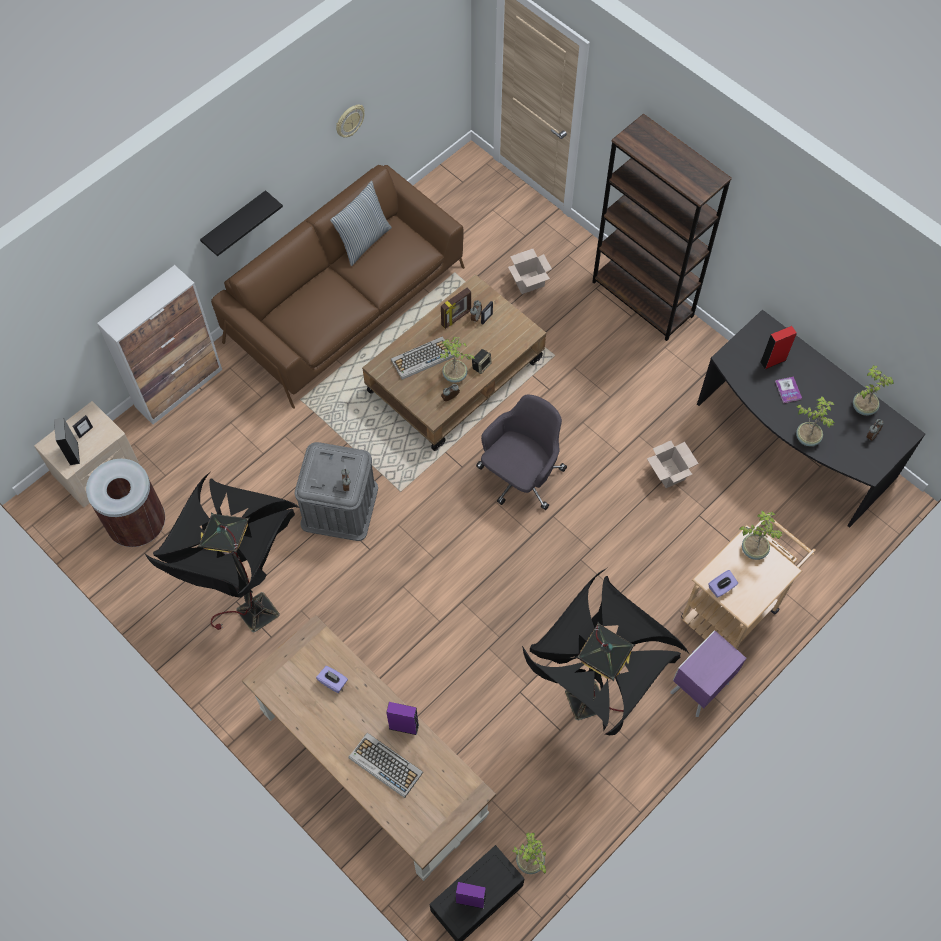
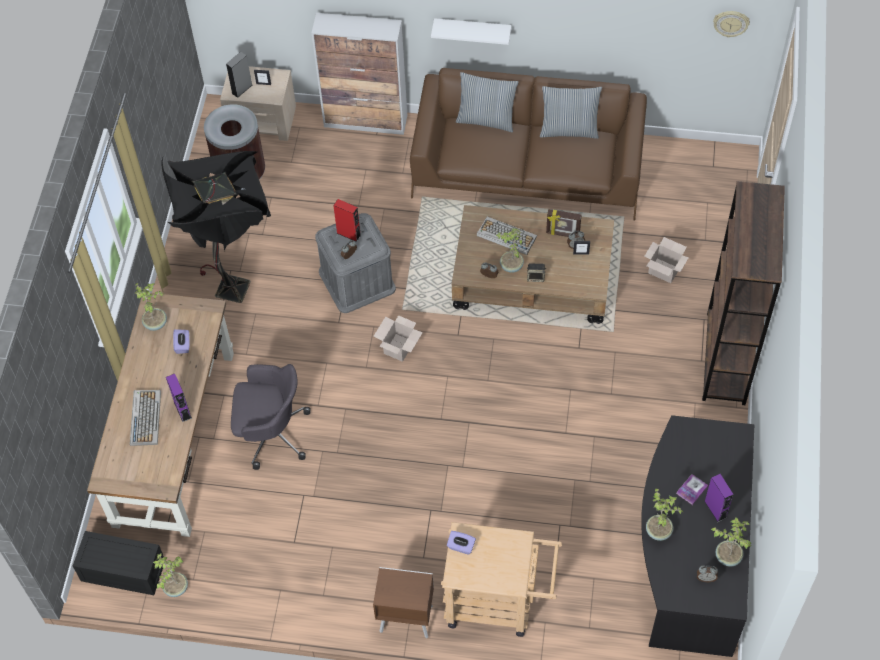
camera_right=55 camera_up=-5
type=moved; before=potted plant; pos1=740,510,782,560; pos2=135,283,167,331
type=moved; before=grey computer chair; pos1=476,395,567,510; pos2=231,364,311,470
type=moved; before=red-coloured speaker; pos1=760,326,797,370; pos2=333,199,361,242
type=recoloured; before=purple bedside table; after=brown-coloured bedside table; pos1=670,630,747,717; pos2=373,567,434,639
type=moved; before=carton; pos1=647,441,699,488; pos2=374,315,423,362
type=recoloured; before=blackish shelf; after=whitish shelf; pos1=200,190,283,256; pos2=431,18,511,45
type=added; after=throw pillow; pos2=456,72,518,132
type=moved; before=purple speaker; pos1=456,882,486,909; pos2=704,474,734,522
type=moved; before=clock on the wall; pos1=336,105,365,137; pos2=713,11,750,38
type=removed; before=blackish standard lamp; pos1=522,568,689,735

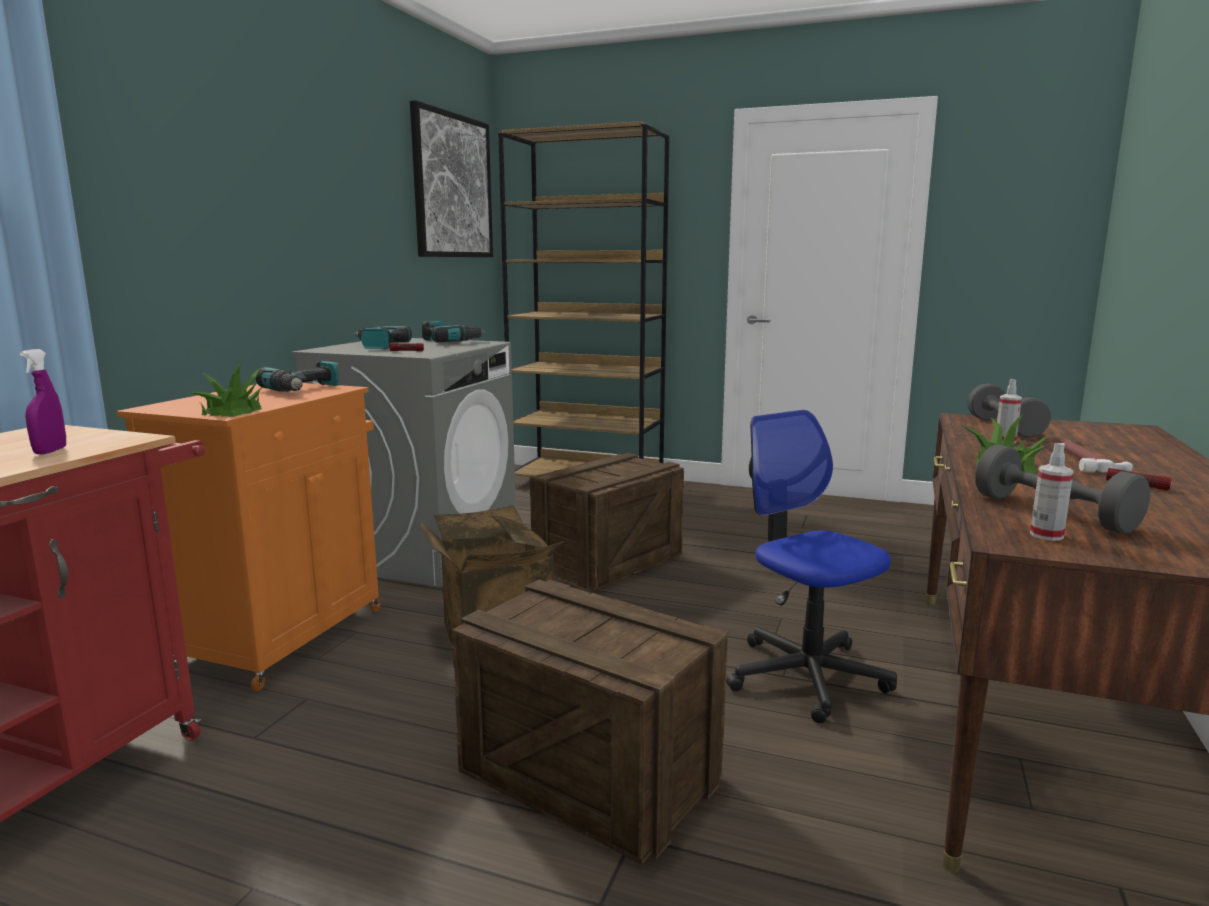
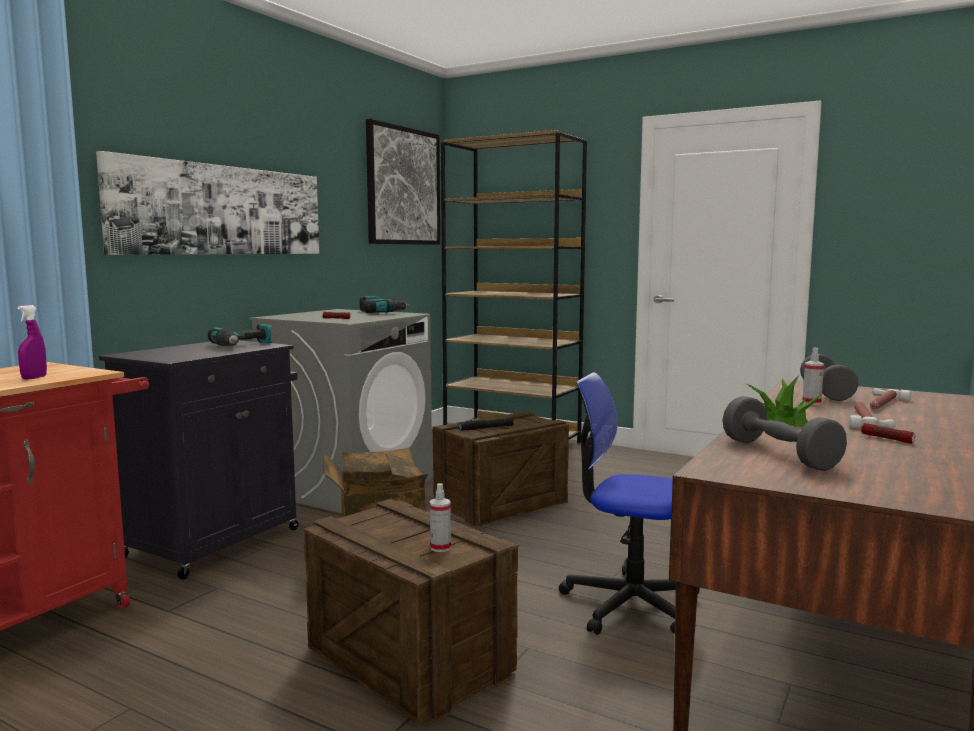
camera_right=10 camera_up=-5
type=added; after=picture; pos2=96,151,319,255
type=recoloured; before=orange cupboard; after=blackish cupboard; pos1=116,383,381,691; pos2=99,340,298,579
type=moved; before=hand sprayer; pos1=1030,443,1074,541; pos2=430,483,451,552
type=added; after=blackish torch; pos2=459,418,514,431
type=turned; before=computer chair; pos1=726,410,897,723; pos2=559,372,700,635; turn=-45
type=added; after=hand hammer; pos2=870,388,912,409
type=removed; before=potted plant; pos1=192,363,262,417
type=removed; before=electric drill; pos1=353,326,412,349

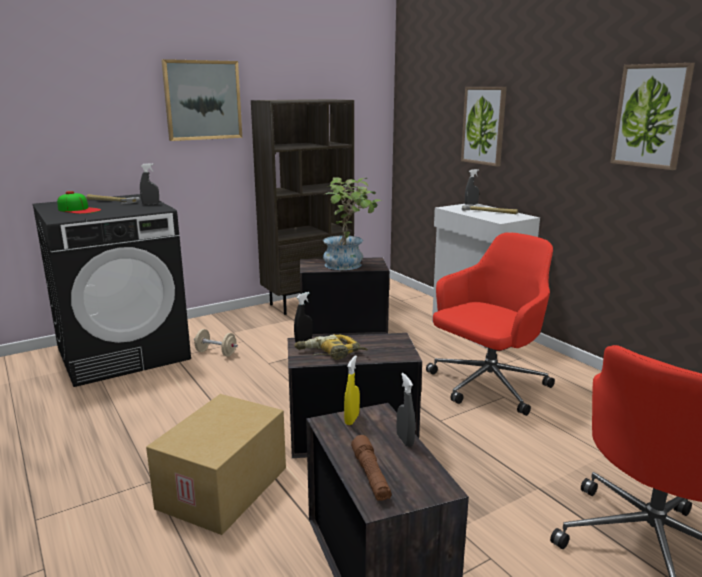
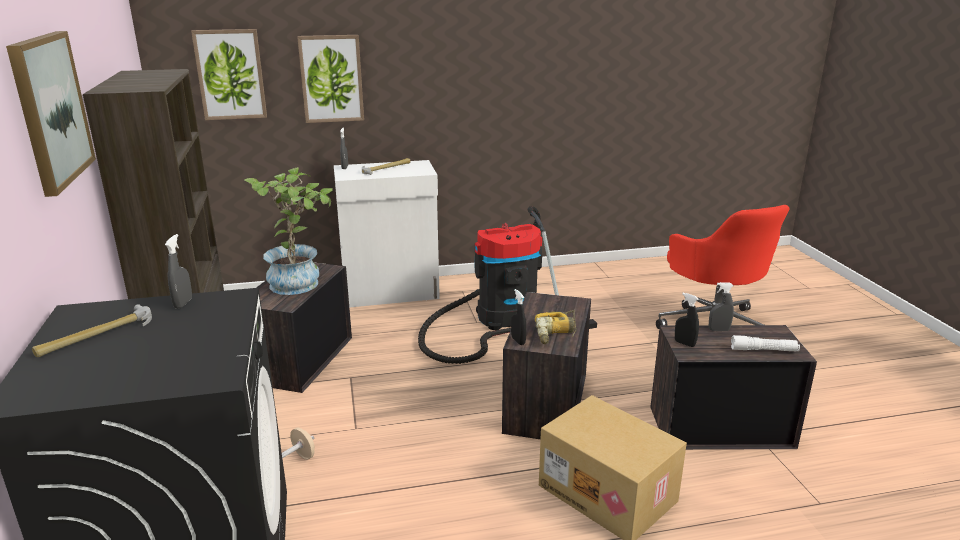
camera_right=-70 camera_up=5
type=moved; before=picture; pos1=610,63,695,170; pos2=191,29,267,120
type=replaced; before=red-coloured computer chair; after=vacuum cleaner; pos1=426,233,555,416; pos2=418,206,597,364
type=recoloured; before=yellow-coloured hand sprayer; after=blackish hand sprayer; pos1=344,355,360,425; pos2=675,293,699,347
type=recoloured; before=brown-coloured torch; after=whitish torch; pos1=351,435,392,501; pos2=731,335,800,351
type=removed; before=cap; pos1=57,191,101,214

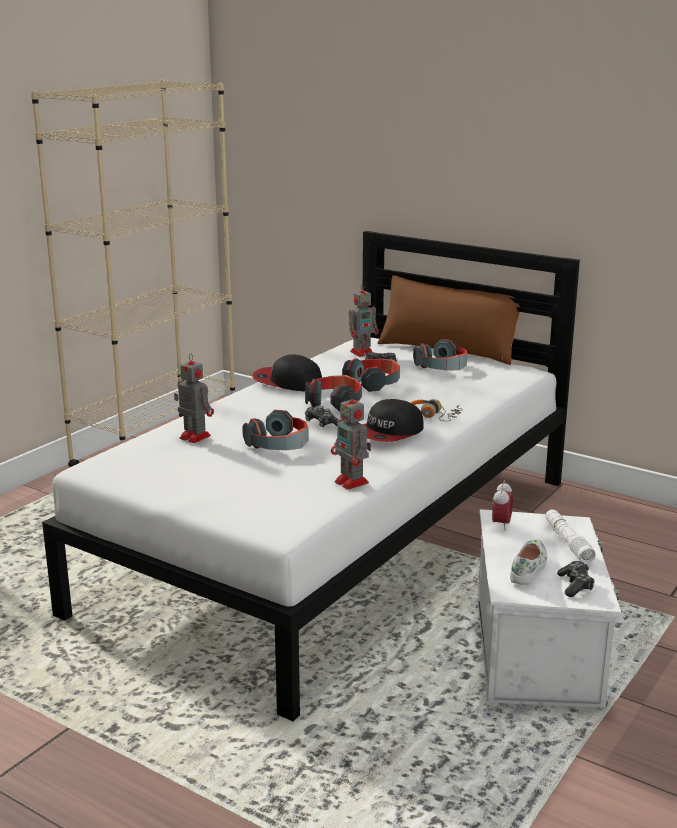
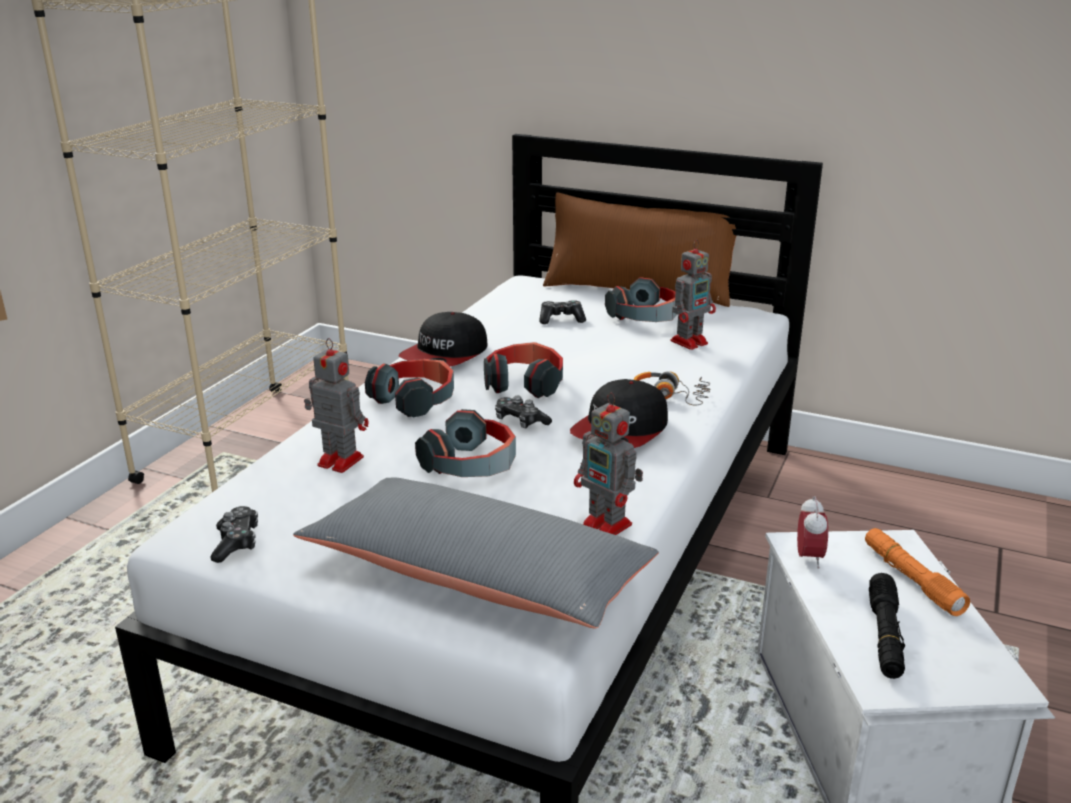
camera_right=-10 camera_up=5
type=moved; before=gamepad; pos1=557,561,595,597; pos2=210,506,258,563
type=added; after=grey throw pillow; pos2=293,477,659,629
type=moved; before=headphones; pos1=342,358,400,392; pos2=365,359,454,417
type=turned; before=cap; pos1=252,354,322,392; pos2=399,312,487,367; turn=-75
type=moved; before=toy robot; pos1=349,284,378,357; pos2=670,239,716,350
type=recoloured; before=whitish torch; after=orange torch; pos1=545,509,596,563; pos2=865,528,970,616
type=replaced; before=whitish shoe; after=blackish torch; pos1=510,539,547,585; pos2=869,573,906,679

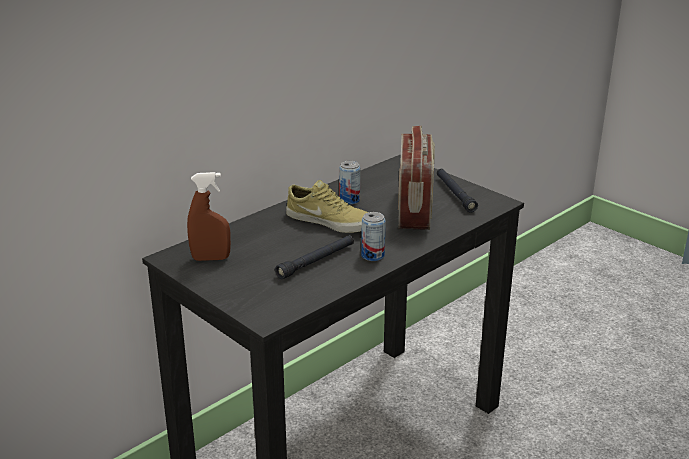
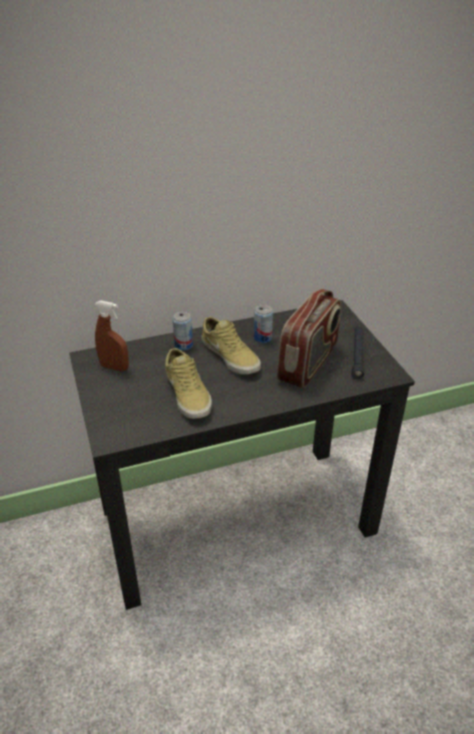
camera_right=25 camera_up=10
type=replaced; before=blackish torch; after=beige-coloured shoe; pos1=275,235,354,279; pos2=165,348,212,419
type=moved; before=metal can; pos1=361,212,386,261; pos2=173,312,193,350

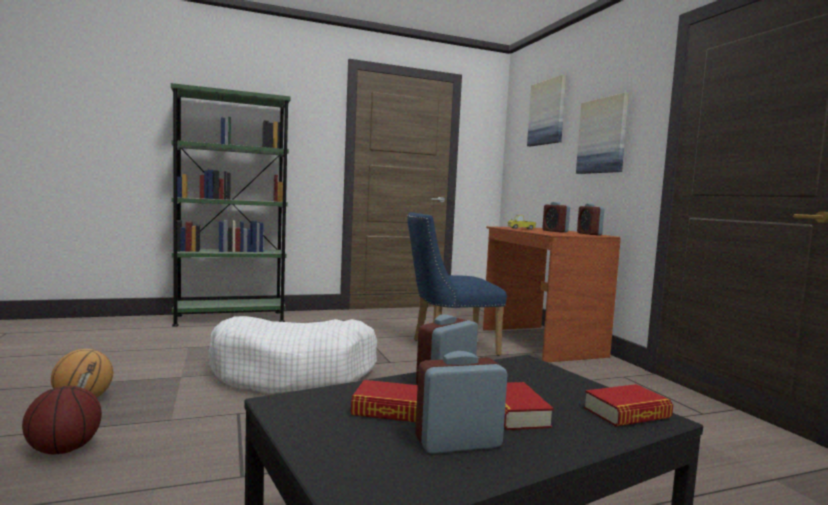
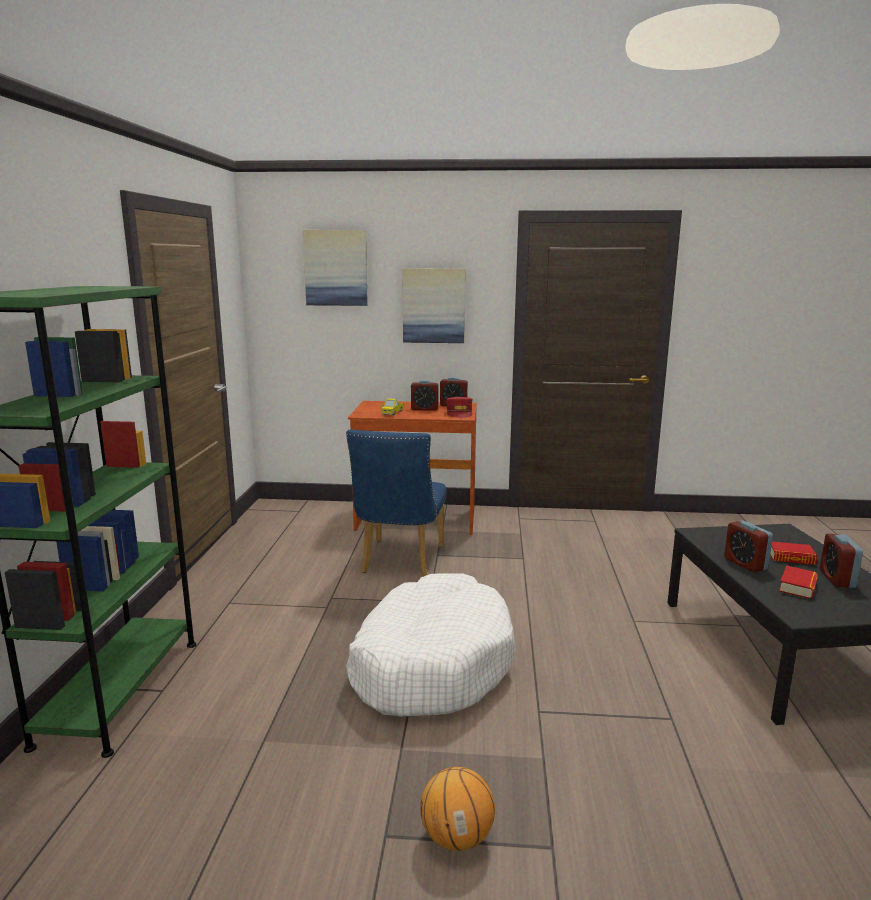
camera_right=-65 camera_up=10
type=added; after=red-coloured cap; pos2=446,397,473,418
type=removed; before=ball for basketball; pos1=22,386,102,454
type=removed; before=book; pos1=584,384,673,426

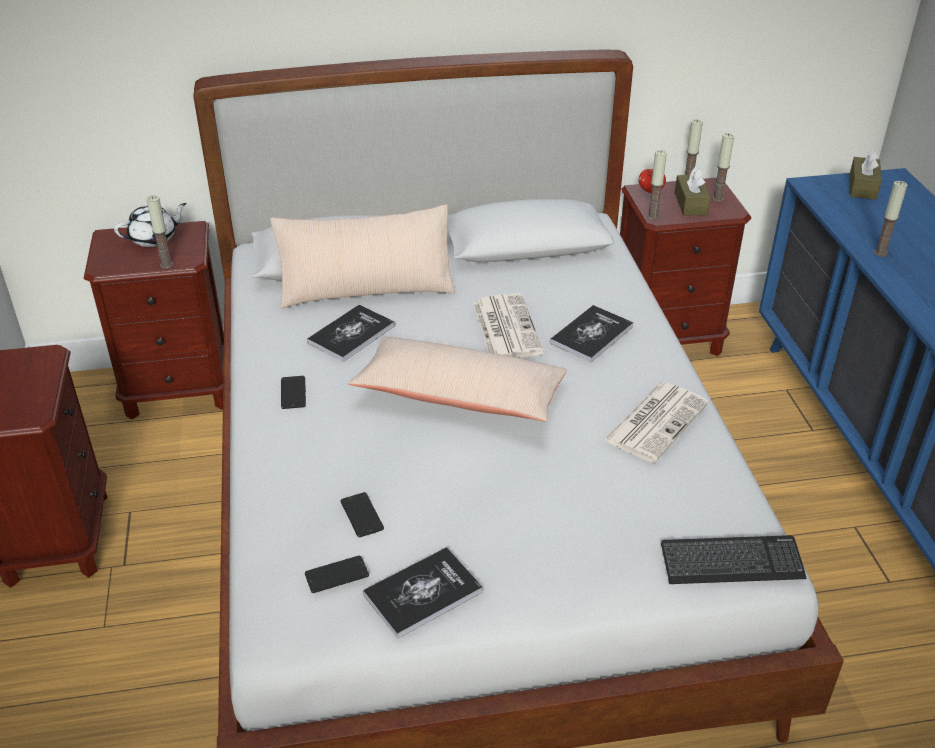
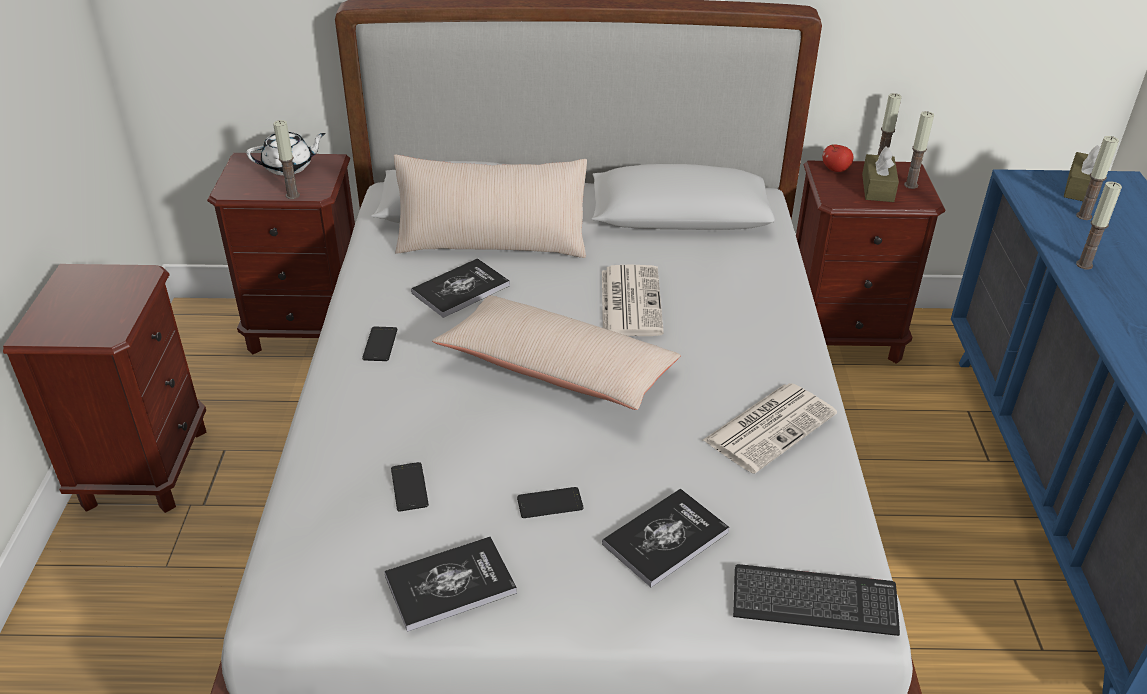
camera_right=10 camera_up=0
type=moved; before=handset; pos1=305,556,369,593; pos2=517,487,584,518
type=moved; before=book; pos1=550,305,634,362; pos2=602,489,729,587
type=moved; before=wax candle; pos1=647,150,667,220; pos2=1076,136,1119,220

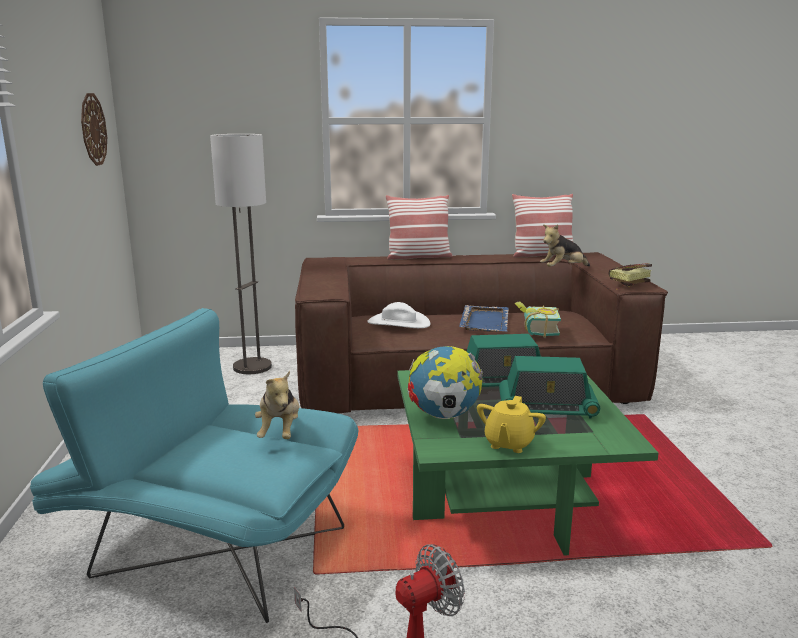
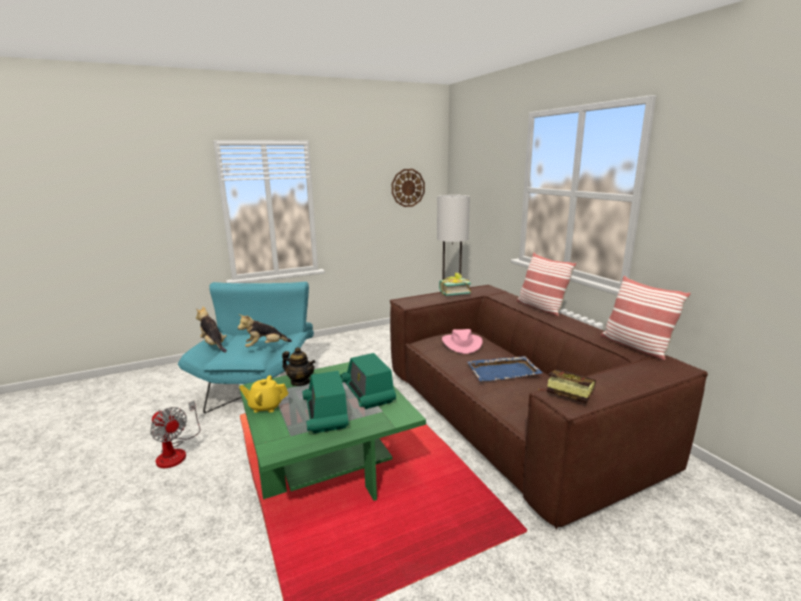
camera_right=70 camera_up=0
type=moved; before=plush toy; pos1=540,224,590,267; pos2=196,306,227,352
type=replaced; before=globe; after=tea pot; pos1=407,346,483,419; pos2=282,347,315,386
type=moved; before=book; pos1=515,302,561,338; pos2=439,273,471,296
type=recoloured; before=whitish clothing hat; after=pink-coloured clothing hat; pos1=367,302,430,328; pos2=442,329,483,354

